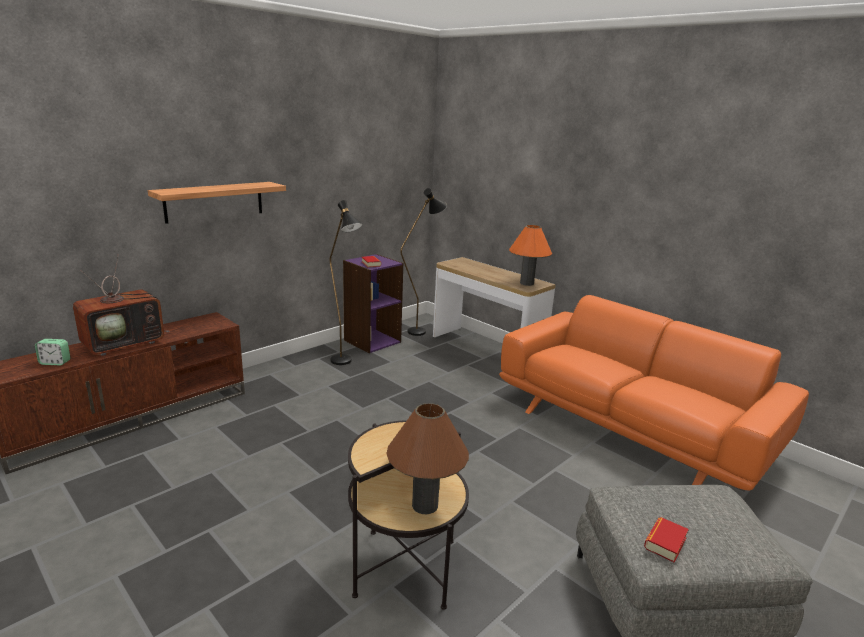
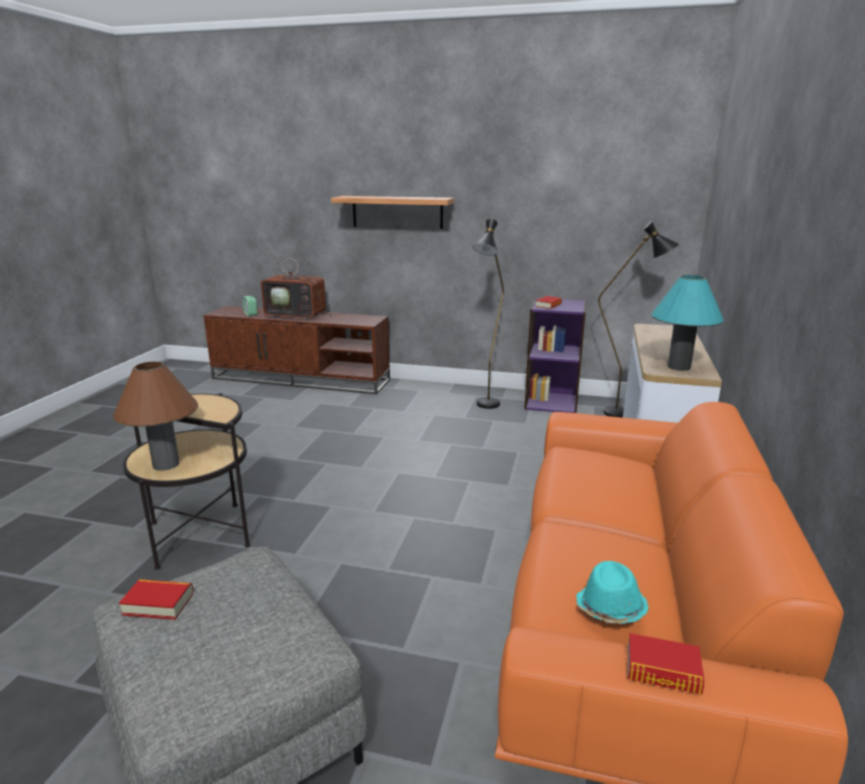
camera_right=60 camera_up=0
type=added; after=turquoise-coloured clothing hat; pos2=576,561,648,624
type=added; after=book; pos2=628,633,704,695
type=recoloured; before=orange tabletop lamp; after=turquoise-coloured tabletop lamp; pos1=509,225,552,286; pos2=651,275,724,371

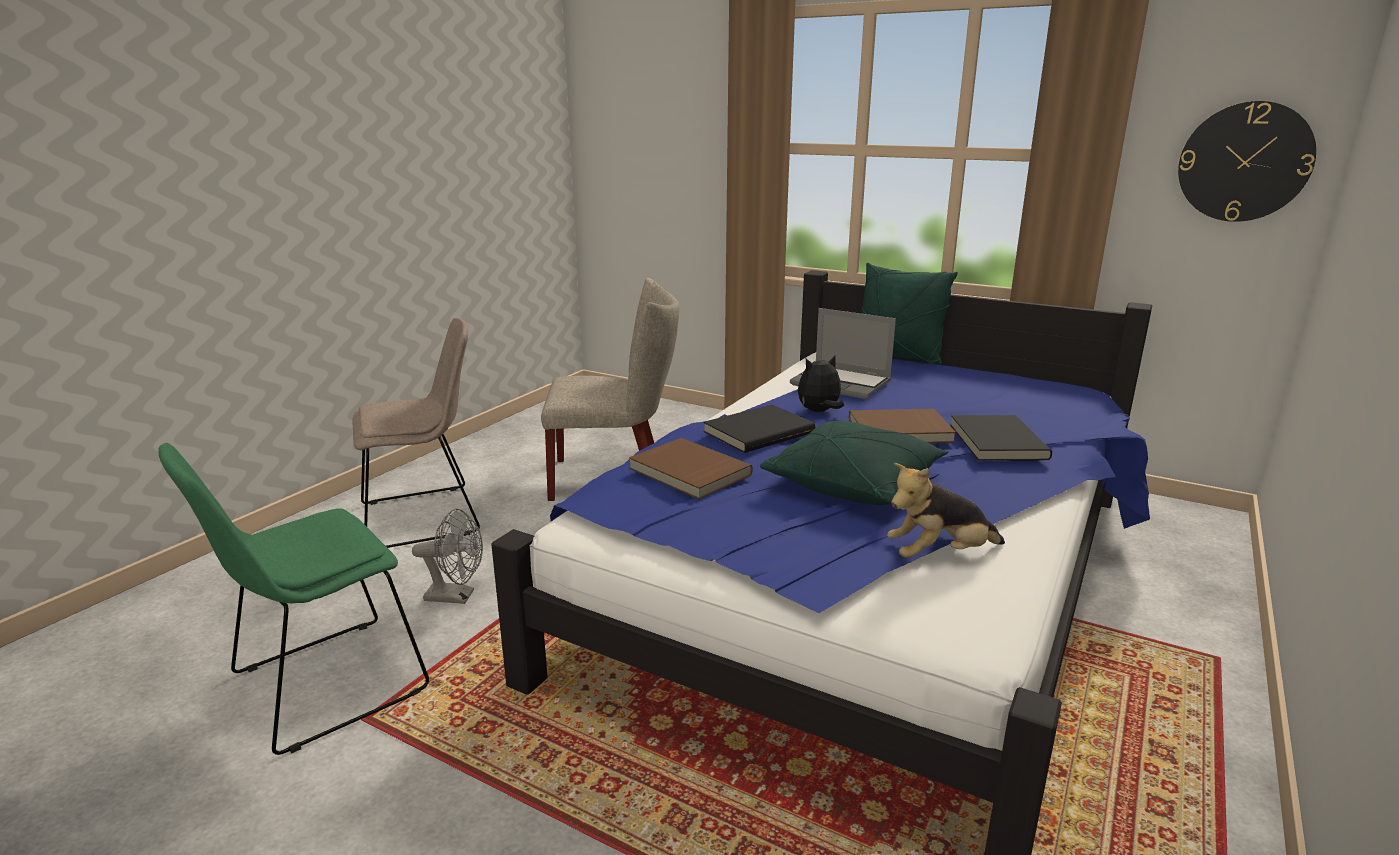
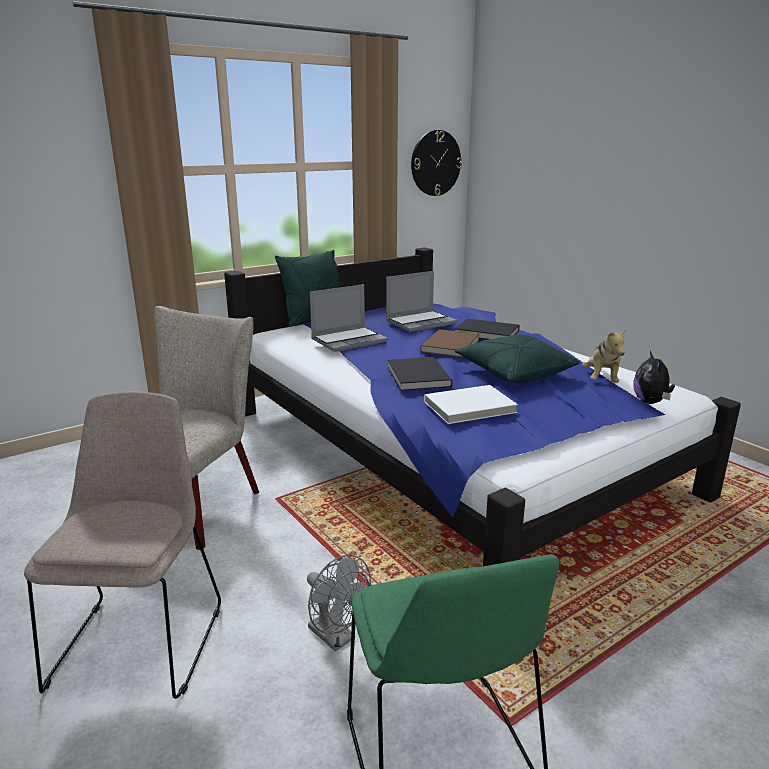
camera_right=-65 camera_up=0
type=turned; before=grey fan; pos1=412,509,483,604; pos2=307,555,371,651; turn=105
type=added; after=laptop; pos2=386,271,457,332
type=recoloured; before=brown-coloured book; after=whitish book; pos1=629,438,753,499; pos2=424,385,518,424
type=moved; before=plush toy; pos1=798,356,844,412; pos2=633,351,675,404

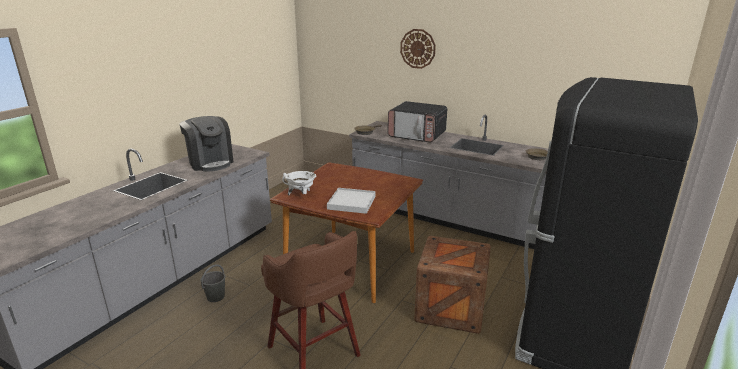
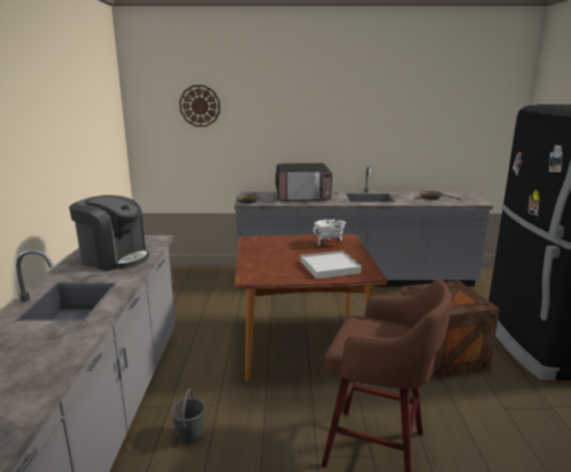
camera_right=-30 camera_up=-5
type=moved; before=clock on the wall; pos1=400,29,436,69; pos2=179,85,220,127
type=moved; before=whitish saucepot; pos1=282,171,316,195; pos2=313,219,346,247

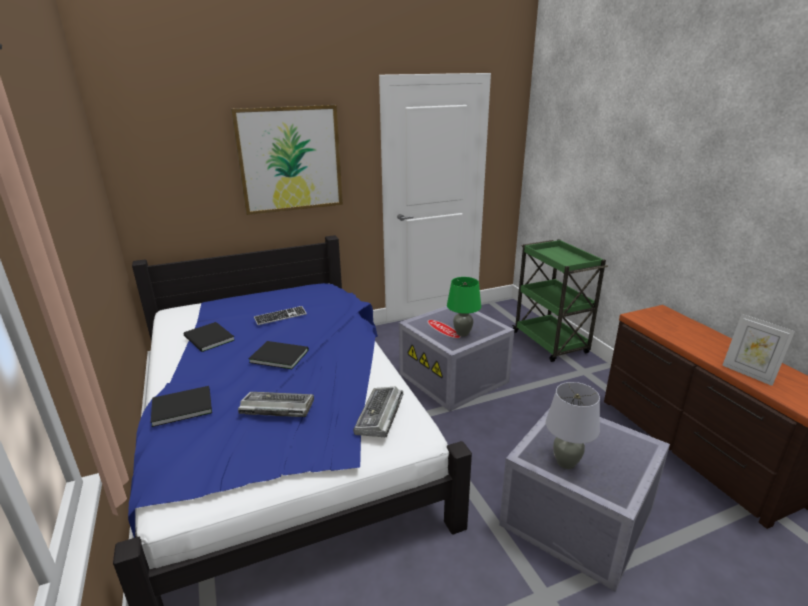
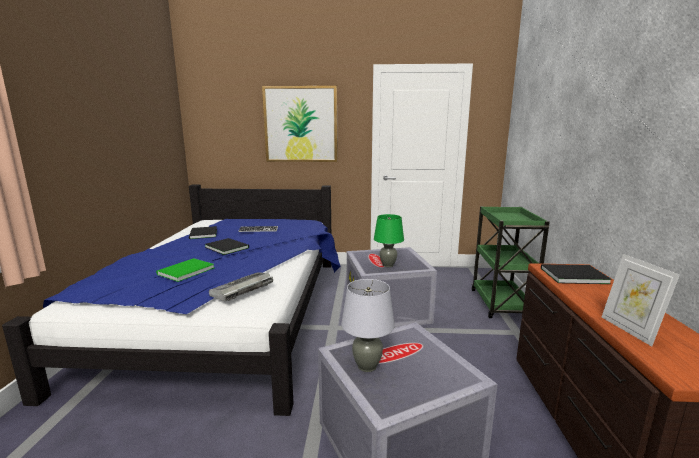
camera_right=25 camera_up=-10
type=replaced; before=PC keyboard; after=green book; pos1=238,392,314,417; pos2=156,258,214,282
type=moved; before=blackish book; pos1=151,386,212,427; pos2=541,264,612,284

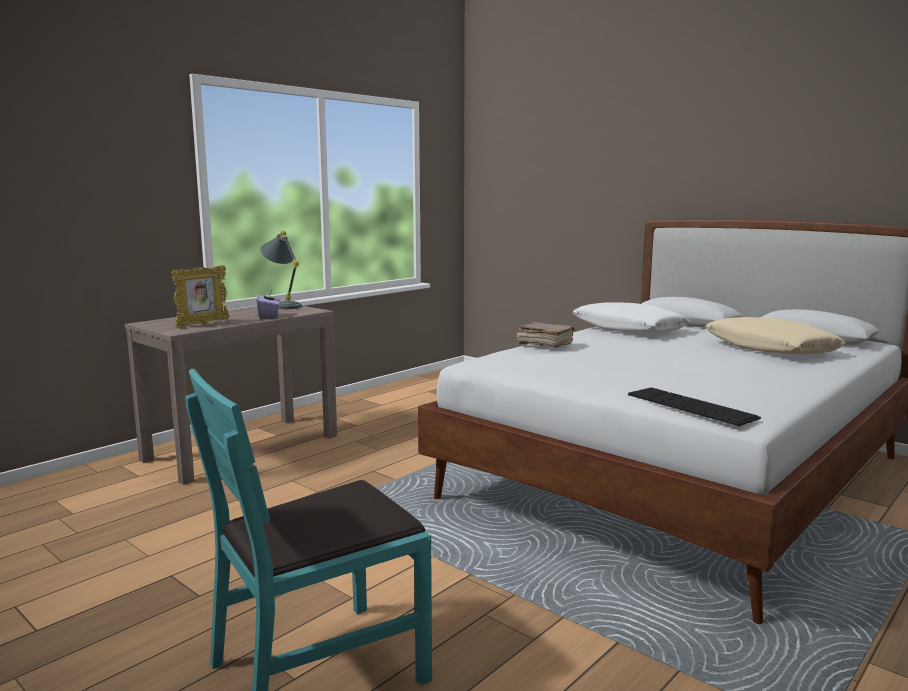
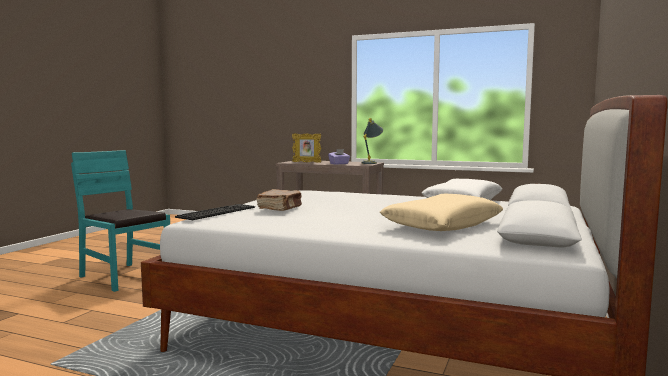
camera_right=70 camera_up=-5
type=moved; before=brown-coloured book; pos1=517,322,575,348; pos2=257,189,302,211

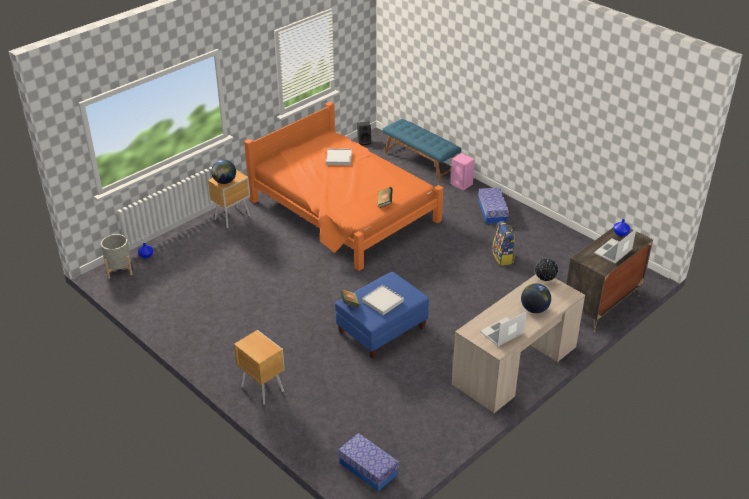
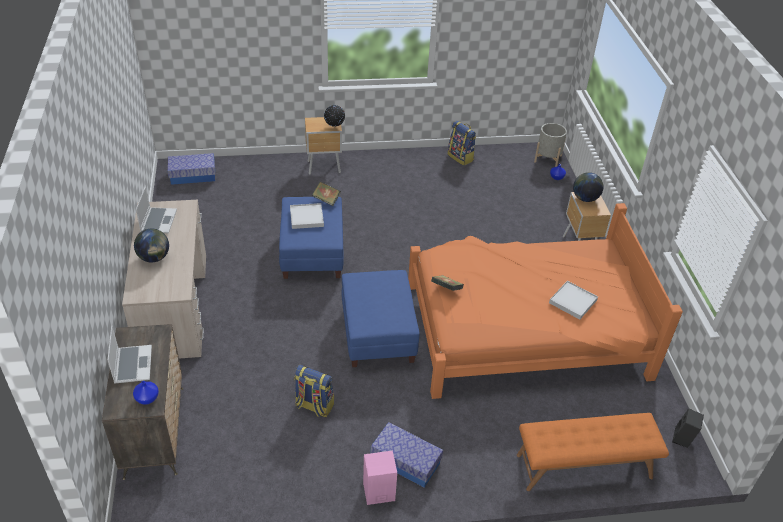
camera_right=125 camera_up=5
type=moved; before=globe; pos1=535,259,558,281; pos2=324,105,345,127
type=added; after=bluish ottoman; pos2=342,270,420,367
type=moved; before=pink-coloured speaker; pos1=451,153,475,190; pos2=363,450,397,505
type=added; after=knapsack; pos2=448,121,476,165
type=recoloured; before=bluish bench; after=orange bench; pos1=382,119,461,183; pos2=517,413,669,491

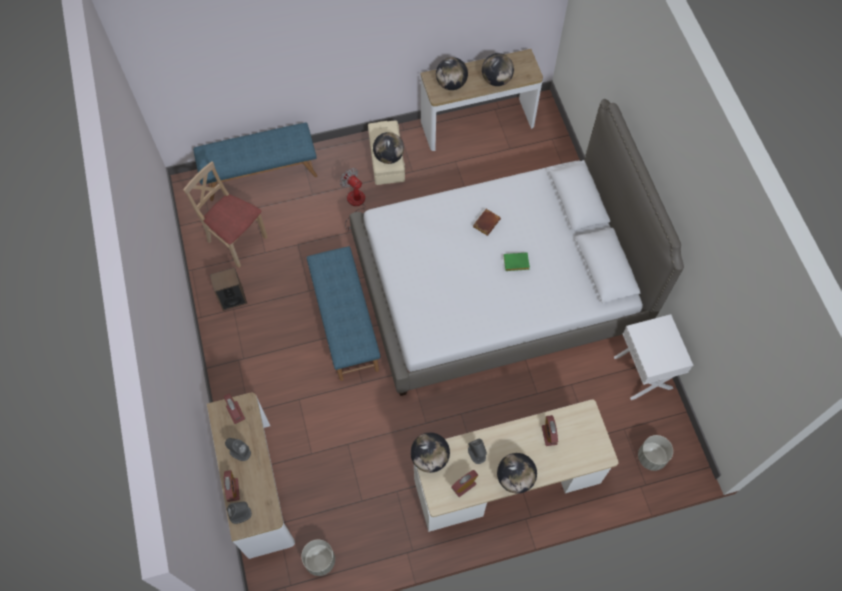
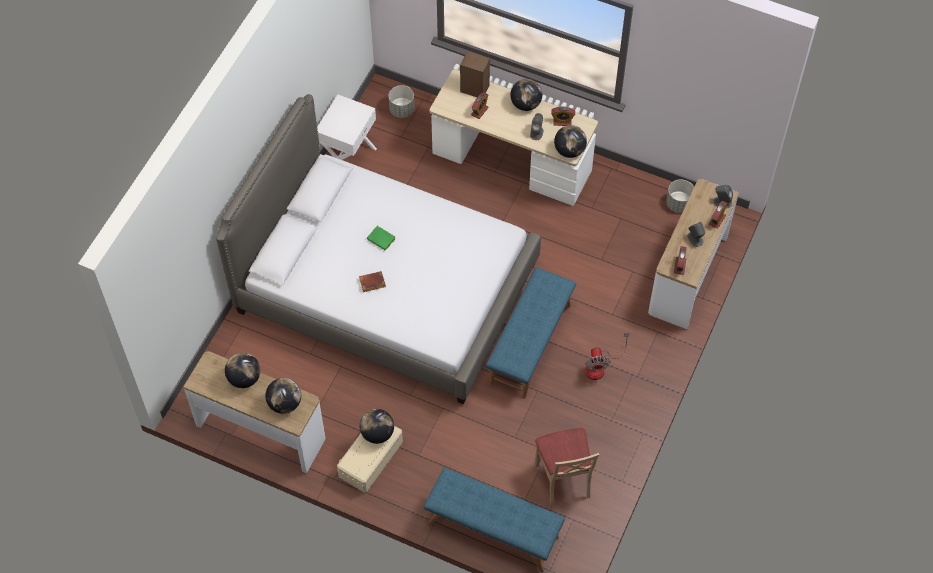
camera_right=-140 camera_up=-5
type=moved; before=speaker; pos1=210,267,247,311; pos2=460,52,490,97
type=moved; before=fan; pos1=340,168,366,231; pos2=585,333,629,380

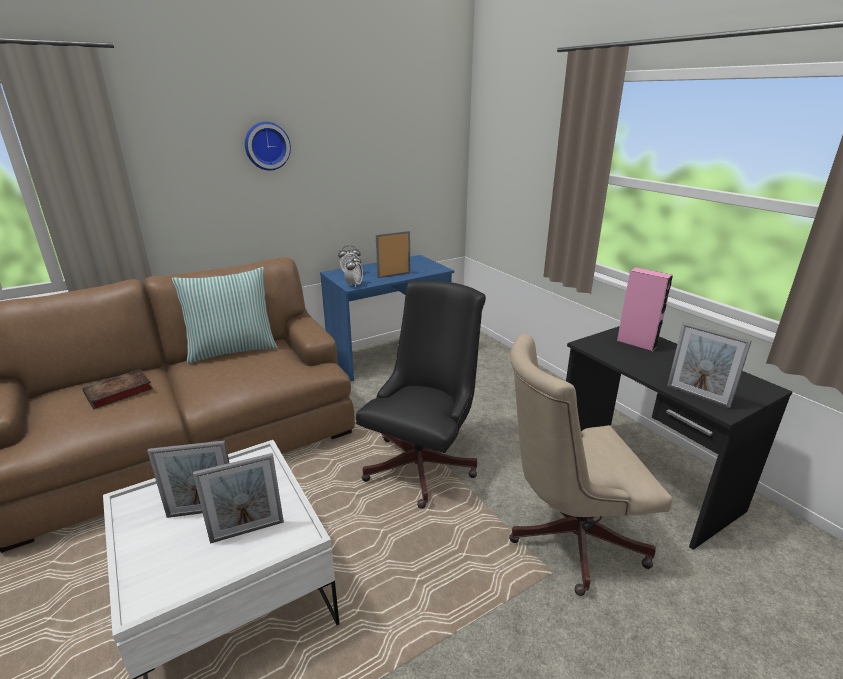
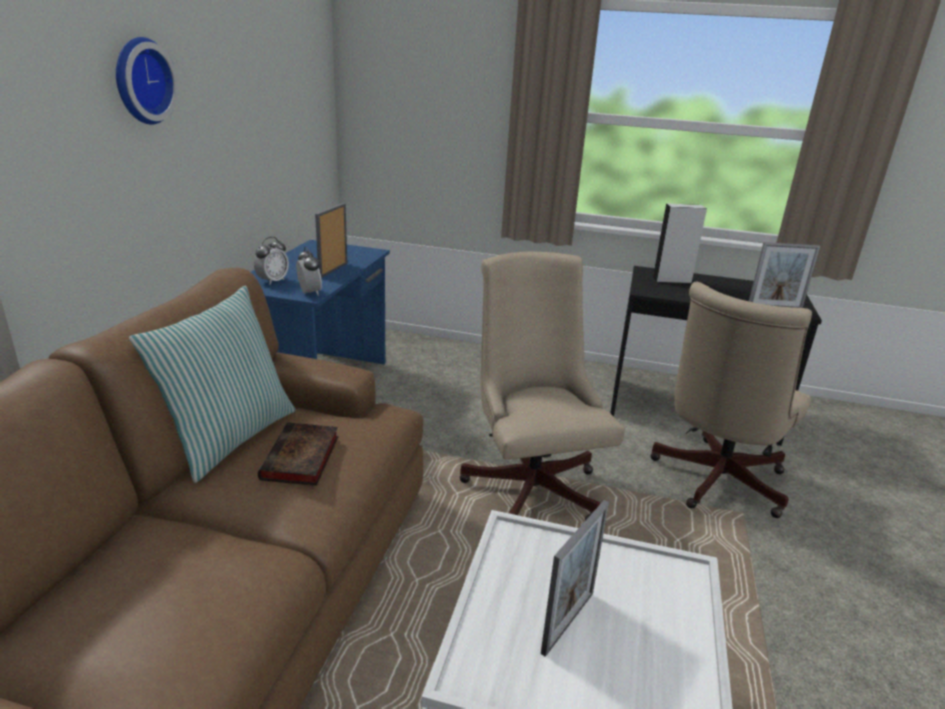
camera_right=-45 camera_up=0
type=moved; before=book; pos1=82,369,153,410; pos2=258,422,338,486
type=recoloured; before=blackish computer chair; after=beige-coloured computer chair; pos1=356,281,486,509; pos2=459,252,625,521
type=recoloured; before=pink-coloured speaker; after=grey speaker; pos1=617,267,673,352; pos2=652,203,707,284
type=removed; before=photo frame; pos1=193,453,284,544

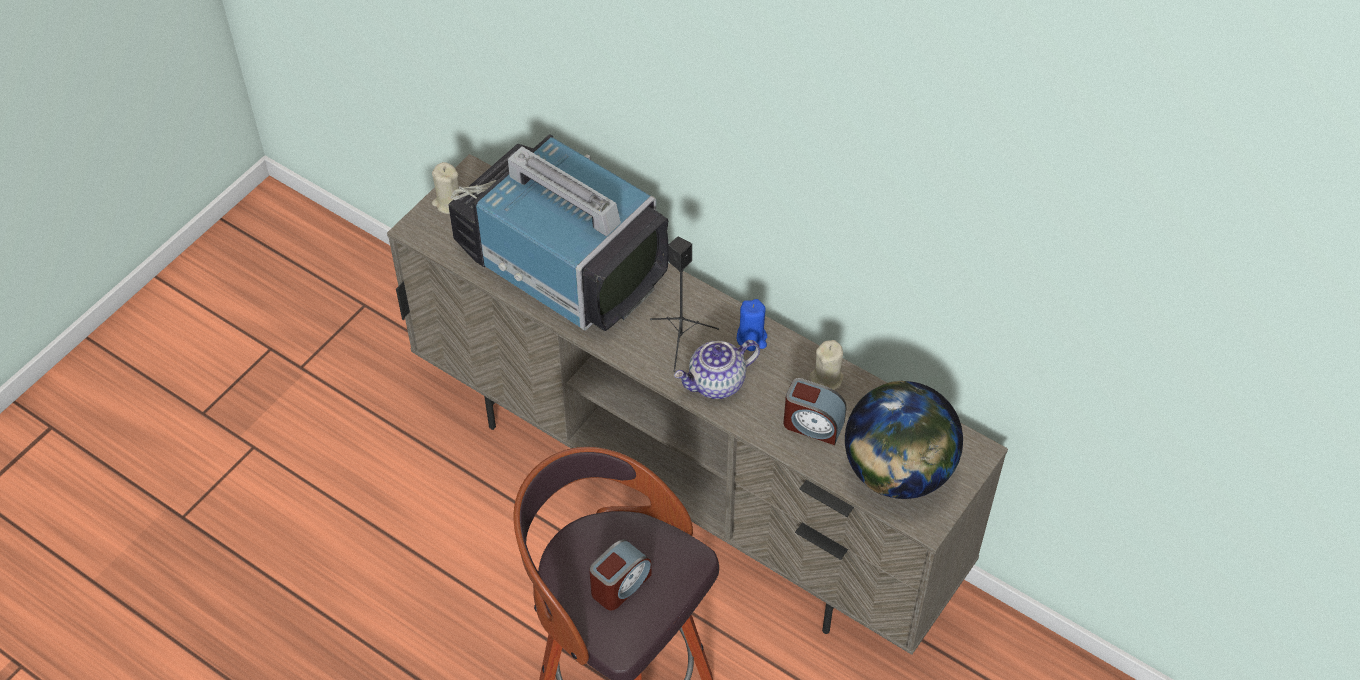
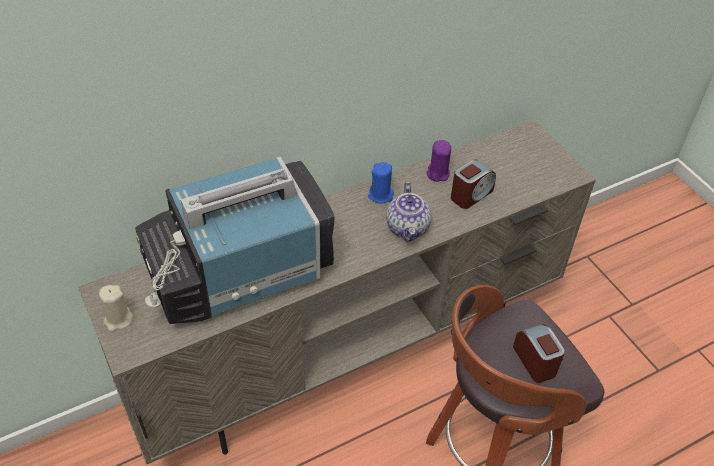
camera_right=-65 camera_up=-5
type=recoloured; before=beige-coloured wax candle; after=purple wax candle; pos1=809,340,844,390; pos2=427,140,451,182
type=removed; before=blackish speaker; pos1=650,236,719,372
type=removed; before=globe; pos1=845,381,963,499

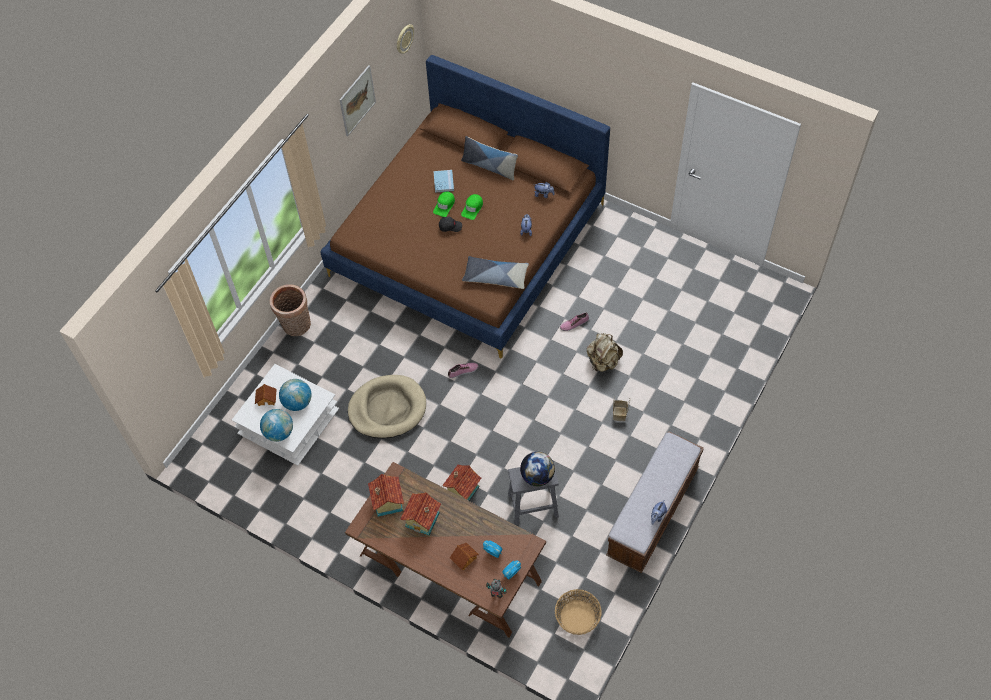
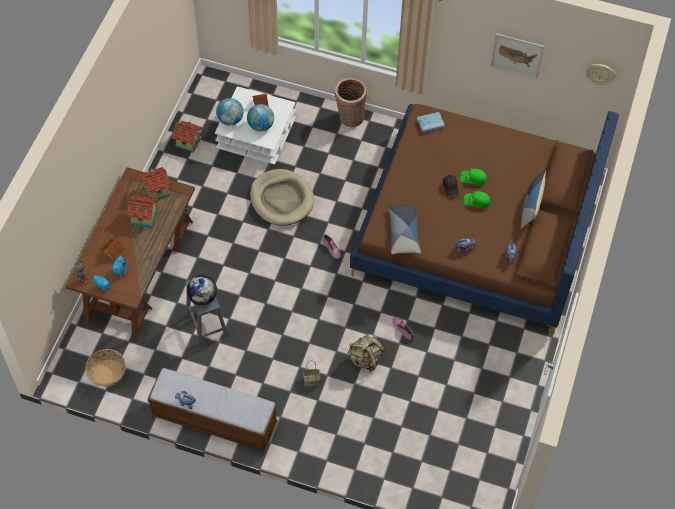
camera_right=75 camera_up=0
type=moved; before=toy house; pos1=442,465,481,501; pos2=172,121,203,152
type=moved; before=bluish book; pos1=433,170,454,193; pos2=417,112,445,133

